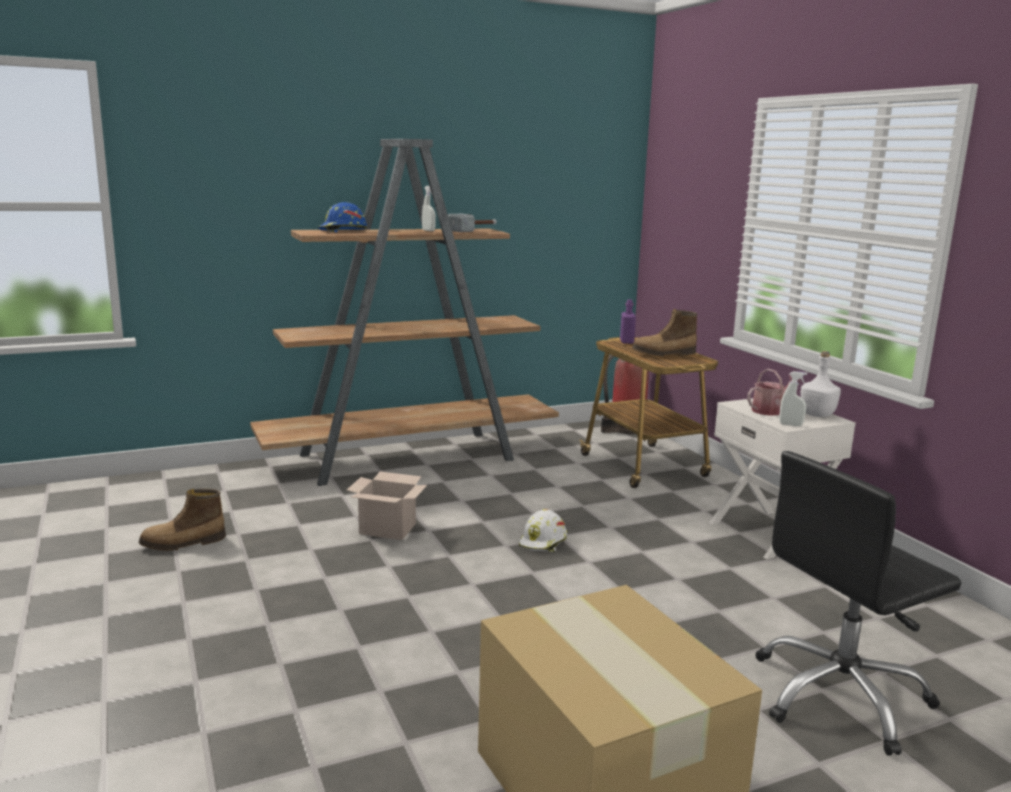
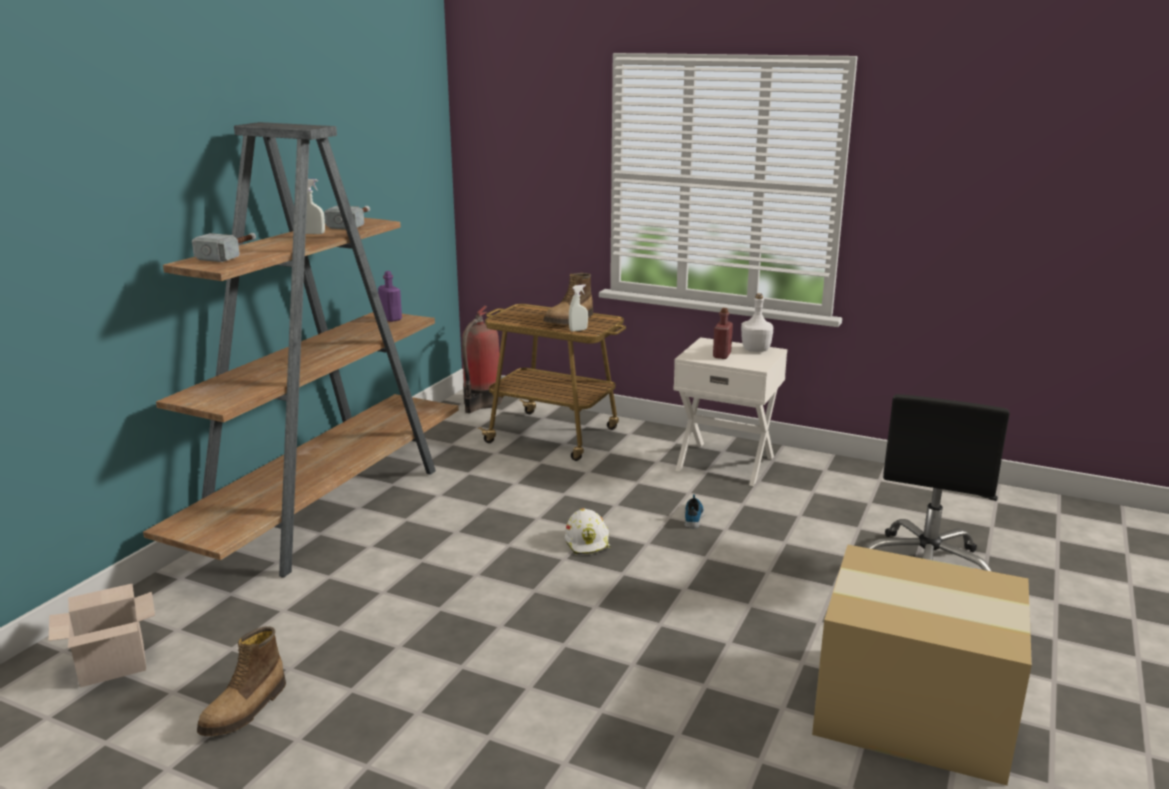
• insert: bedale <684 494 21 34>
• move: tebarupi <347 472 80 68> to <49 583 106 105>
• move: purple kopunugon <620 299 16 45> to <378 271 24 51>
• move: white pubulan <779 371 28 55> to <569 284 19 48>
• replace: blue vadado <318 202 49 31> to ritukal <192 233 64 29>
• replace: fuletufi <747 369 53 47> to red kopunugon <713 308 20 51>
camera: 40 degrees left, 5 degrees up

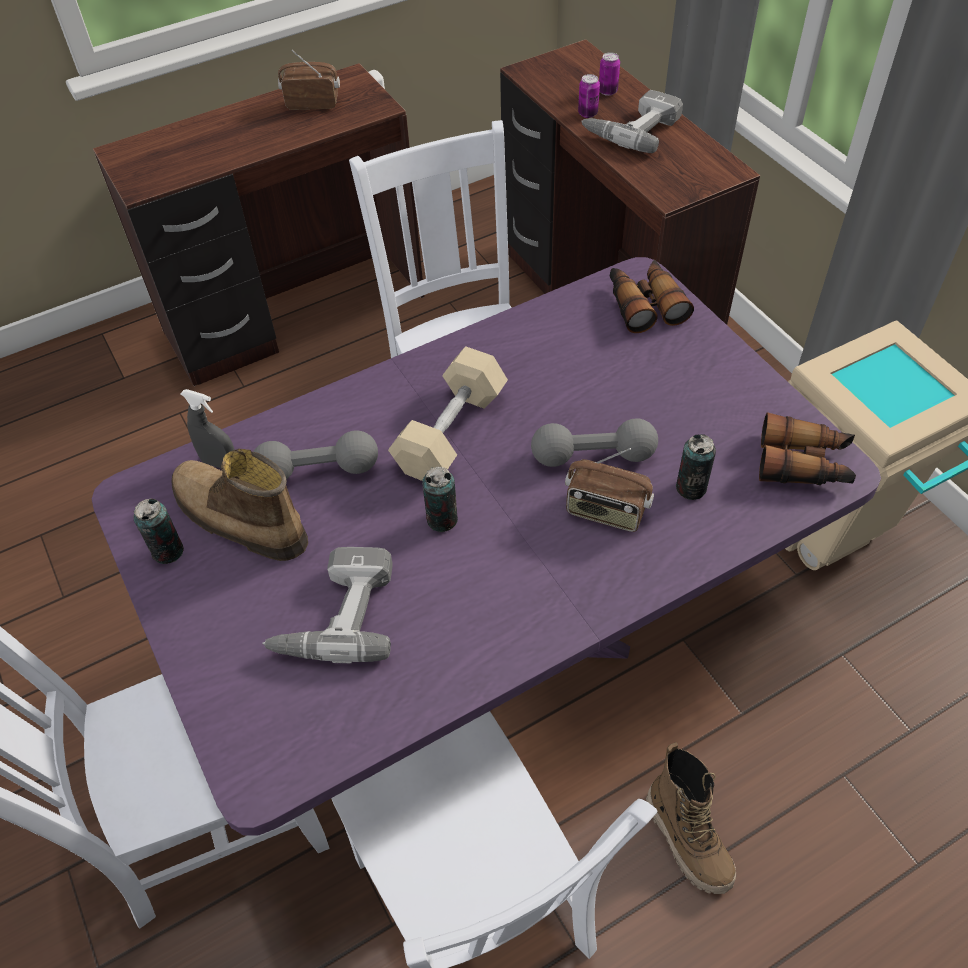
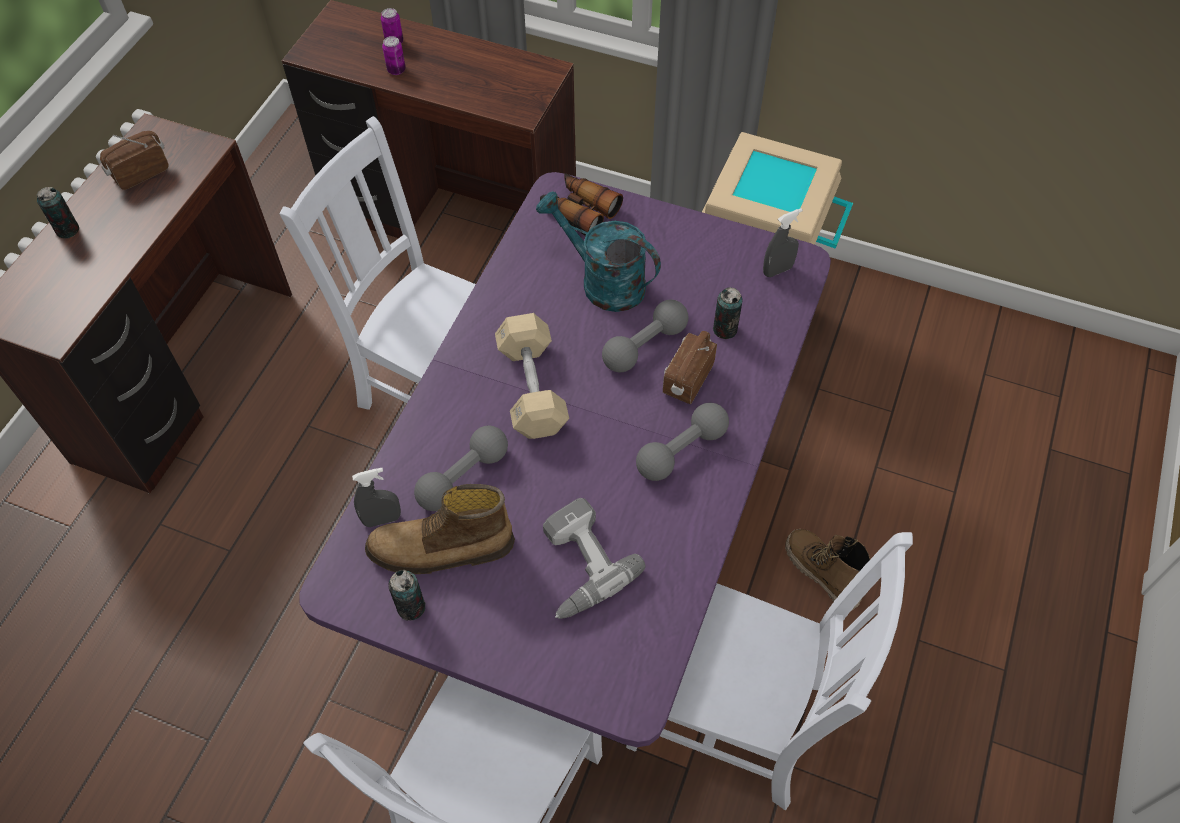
• delete: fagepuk <581 90 102 63>
• insert: turquoise fuletufi <536 191 125 121>
• insert: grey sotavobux <636 403 93 78>
• move: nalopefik <422 467 36 65> to <37 187 42 52>
• replace: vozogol <759 412 97 73> to grey pubulan <763 208 40 69>
• rotate: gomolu <565 448 89 84> = <663 331 54 73> 135 degrees clockwise
• rotate: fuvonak <646 742 90 152> = <785 529 85 82> 150 degrees counterclockwise
camera: 40 degrees left, 5 degrees up

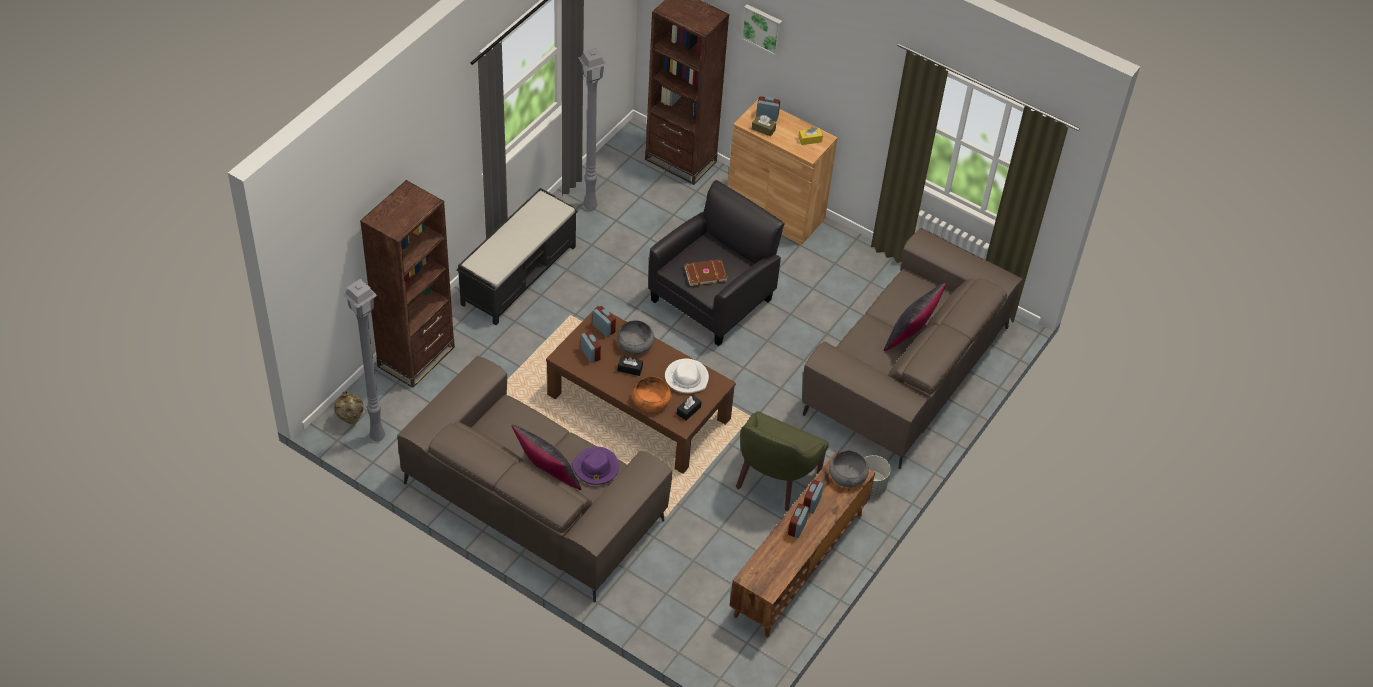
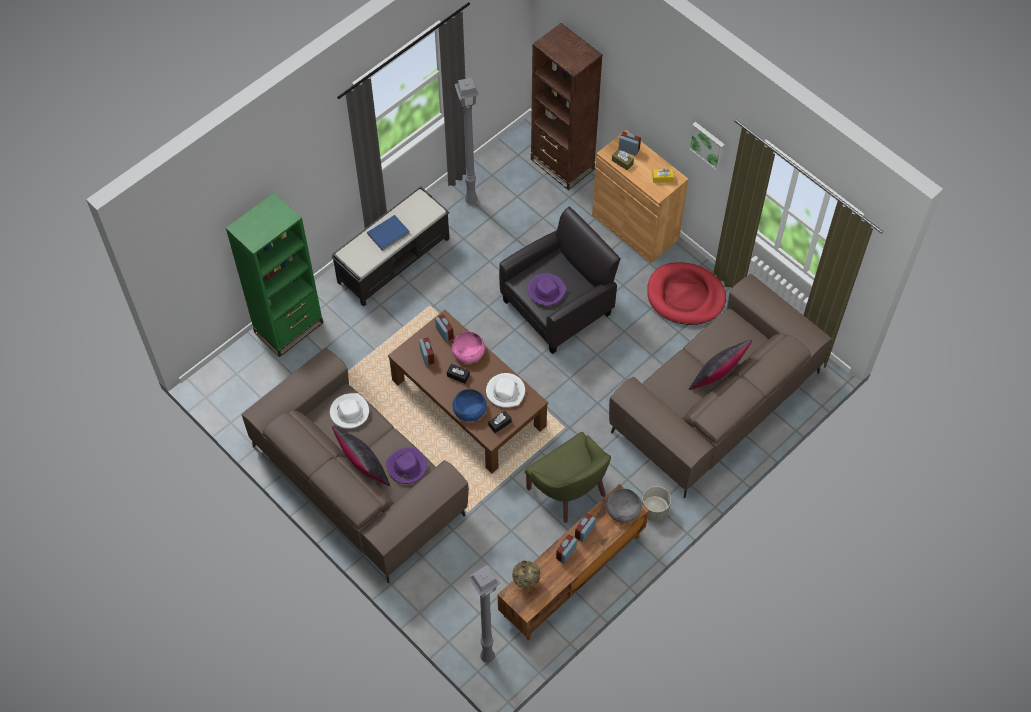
• insert: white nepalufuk <330 393 39 36>
• insert: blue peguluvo <367 215 43 36>
• insert: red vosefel <647 262 79 63>
• move: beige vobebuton <334 391 30 33> to <512 560 28 29>
• move: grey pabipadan <342 279 43 163> to <468 565 33 98>
• move: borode <741 4 41 52> to <688 122 37 49>
• replace: brown peguluvo <684 259 43 27> to purple nepalufuk <528 273 39 33>
• recolor: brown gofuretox <360 180 95 208> to green gofuretox <226 193 97 164>
• recolor: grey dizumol <617 320 37 35> to pink dizumol <452 332 33 31>
• recolor: orange dizumol <633 376 38 36> to blue dizumol <453 389 34 33>
• rotate: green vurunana <736 411 92 100> = <525 432 86 91> 75 degrees counterclockwise
camera: 15 degrees right, 10 degrees up

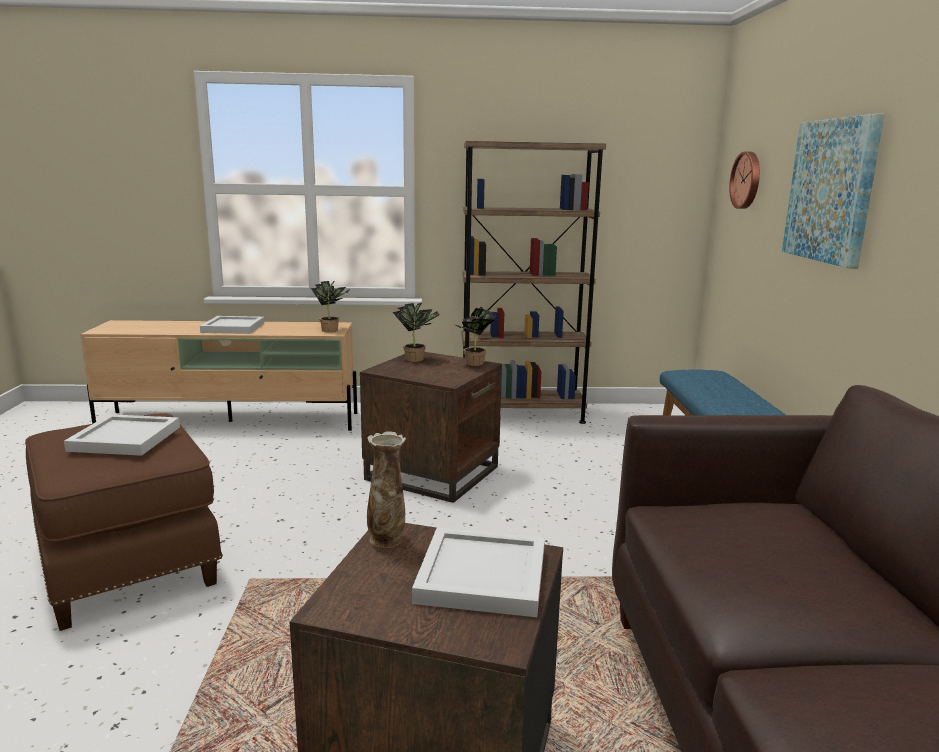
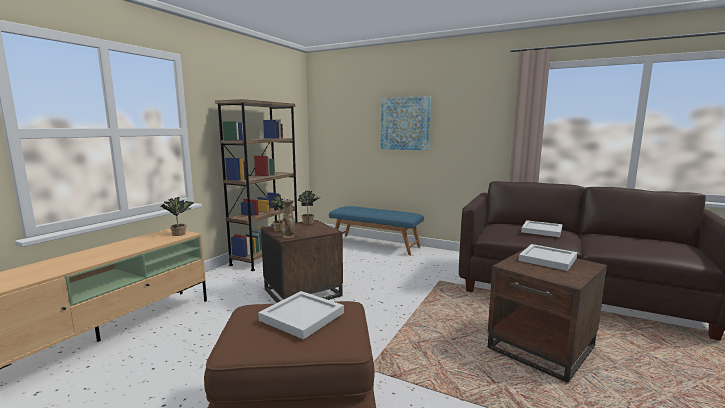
• delete: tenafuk <729 152 31 57>
• move: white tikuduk <200 316 64 18> to <521 220 41 17>
• move: vobebuton <367 431 39 117> to <282 199 13 39>
camera: 60 degrees left, 5 degrees down

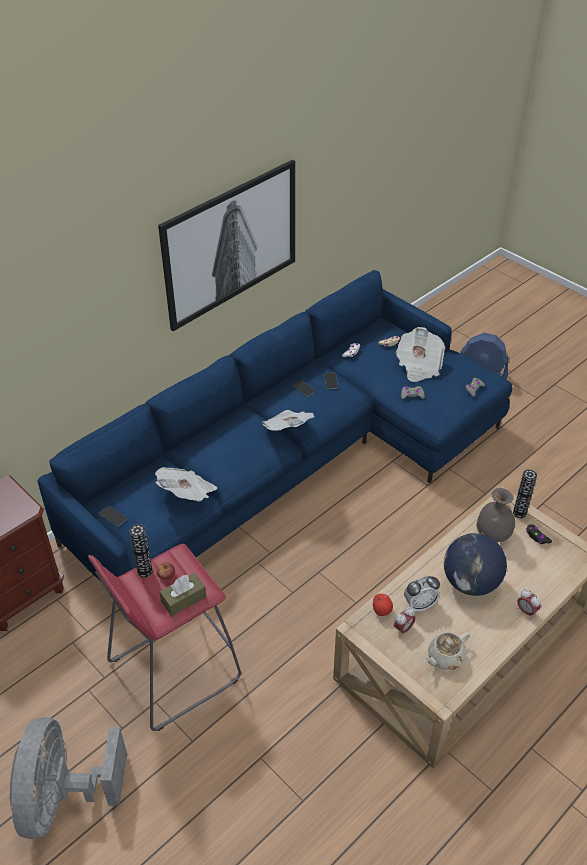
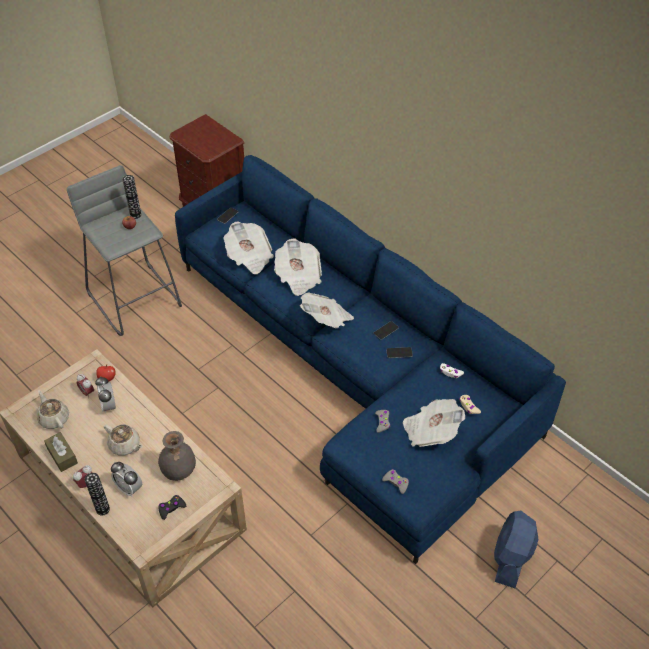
• delete: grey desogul <9 717 118 122>
• delete: borode <158 160 137 171>
• insert: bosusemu <111 462 31 35>
• insert: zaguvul <274 238 48 58>
• move: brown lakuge <159 573 47 43> to <44 432 34 40>
• move: vobebuton <513 469 24 49> to <85 473 25 43>
• replace: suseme <444 533 63 63> to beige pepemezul <104 424 39 32>
• recolor: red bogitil <88 544 153 187> to grey bogitil <67 165 115 171>
camera: 90 degrees right, 5 degrees up

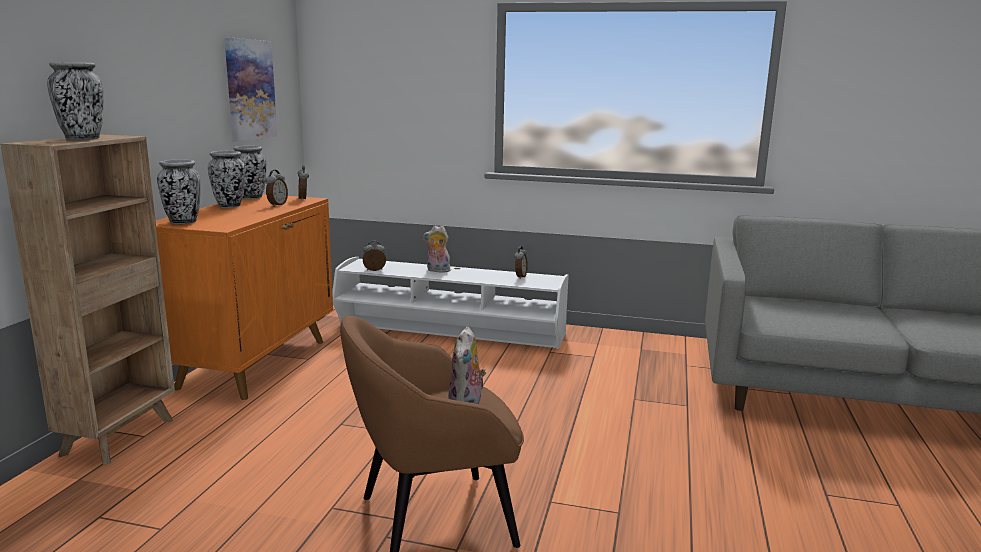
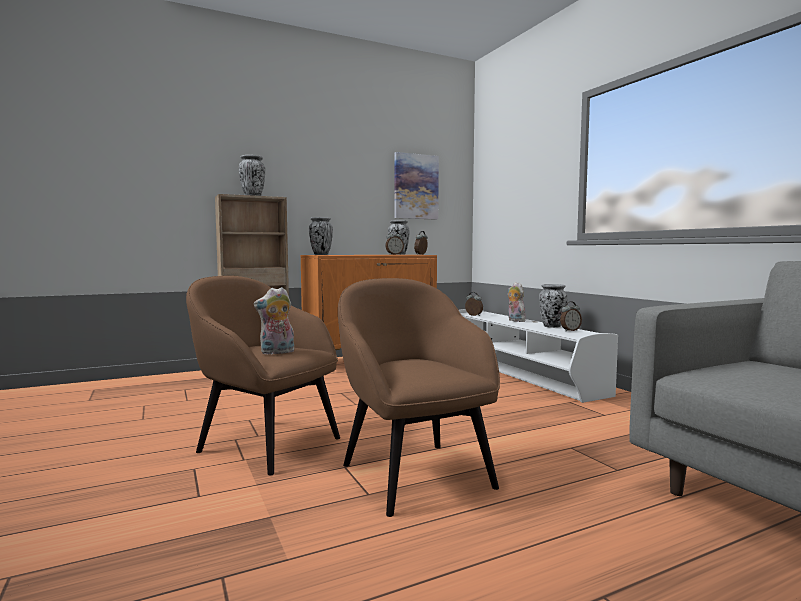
• insert: brown vurunana <338 278 162 239>
• move: vobebuton <208 151 37 57> to <539 284 29 44>
camera: 50 degrees right, 10 degrees down

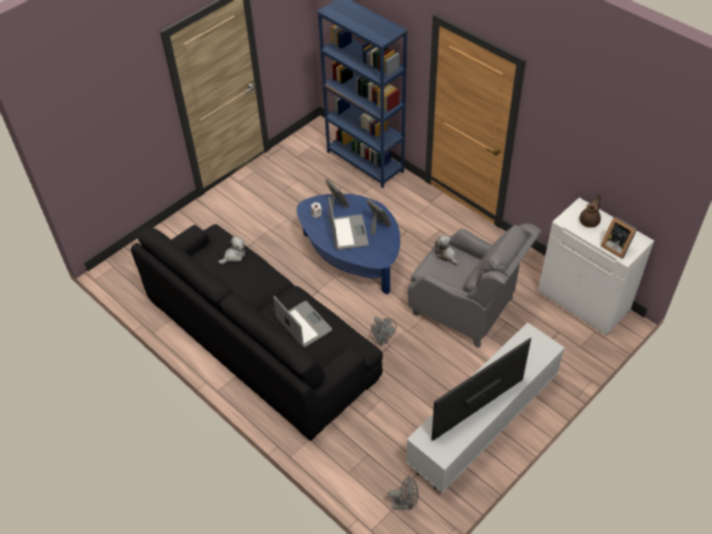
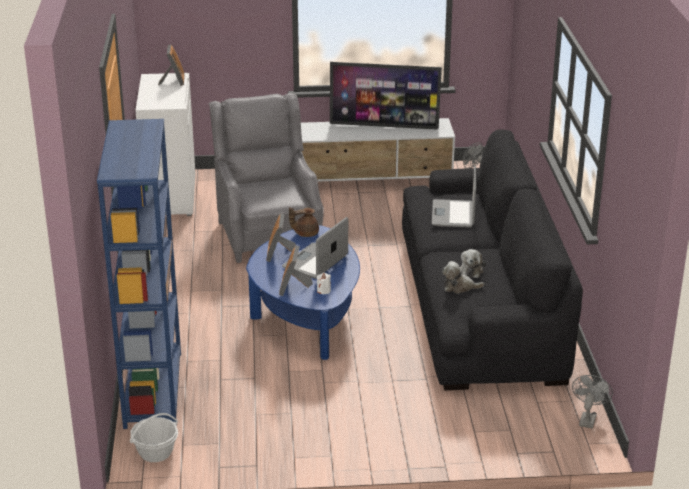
• insert: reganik <130 413 48 49>
• move: grey desogul <370 317 27 29> to <572 375 41 54>
• move: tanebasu <435 235 23 31> to <460 249 26 29>
• move: brown pepemezul <580 193 21 35> to <289 207 30 30>
camera: 140 degrees left, 20 degrees down

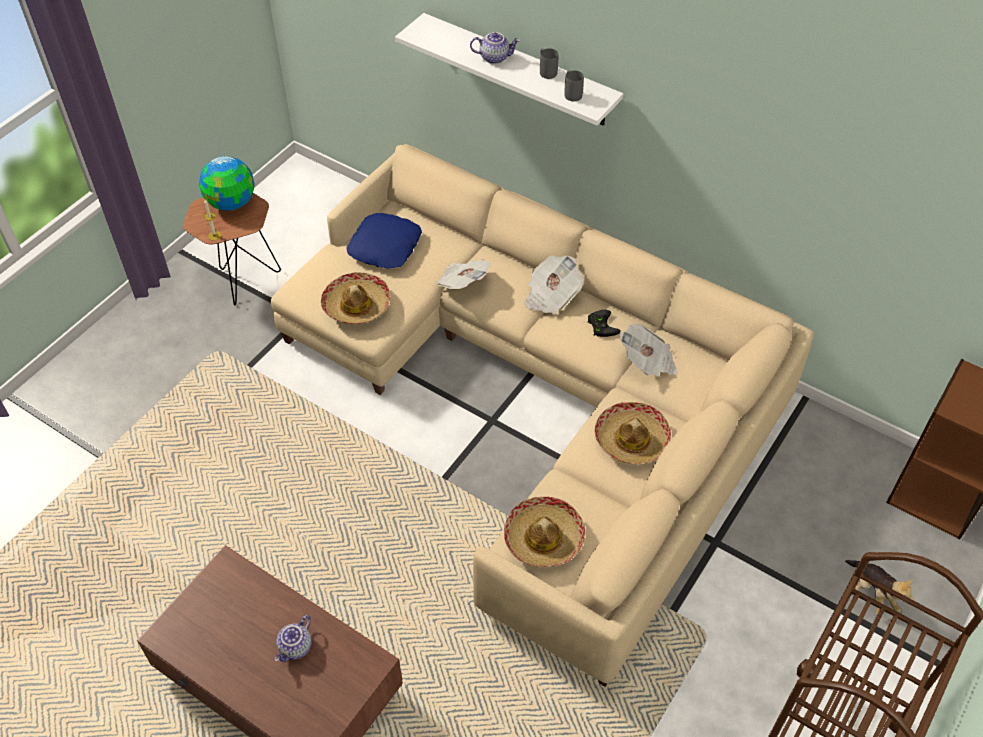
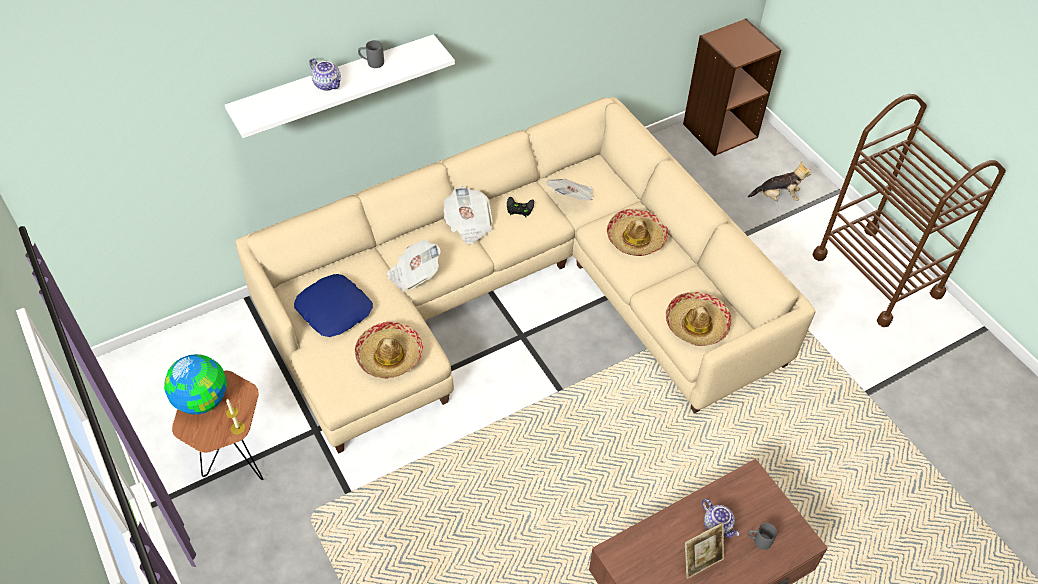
• insert: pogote <685 523 39 56>
• move: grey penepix <564 70 20 31> to <747 523 30 27>
• rotate: pepemezul <470 32 50 32> = <310 58 31 33> 105 degrees clockwise
camera: 65 degrees left, 0 degrees up

